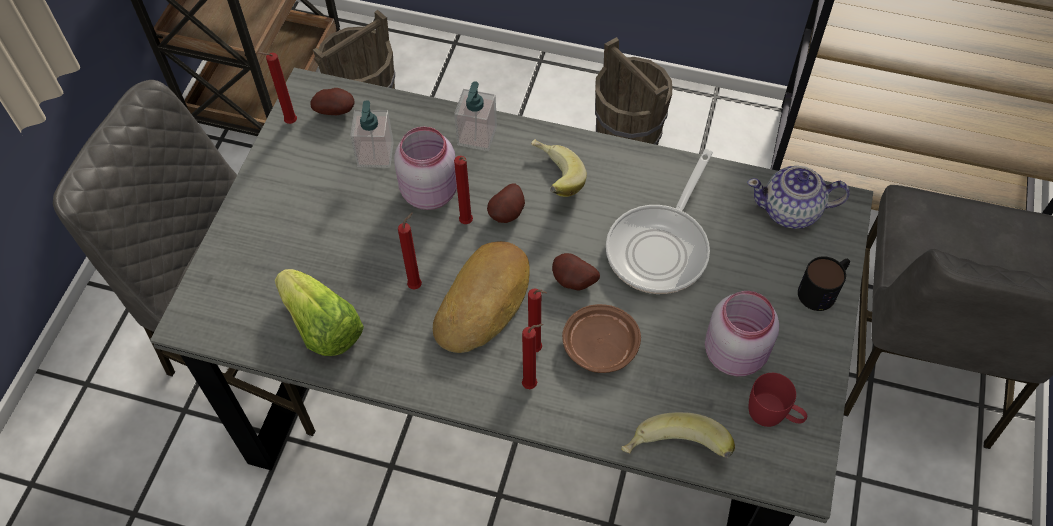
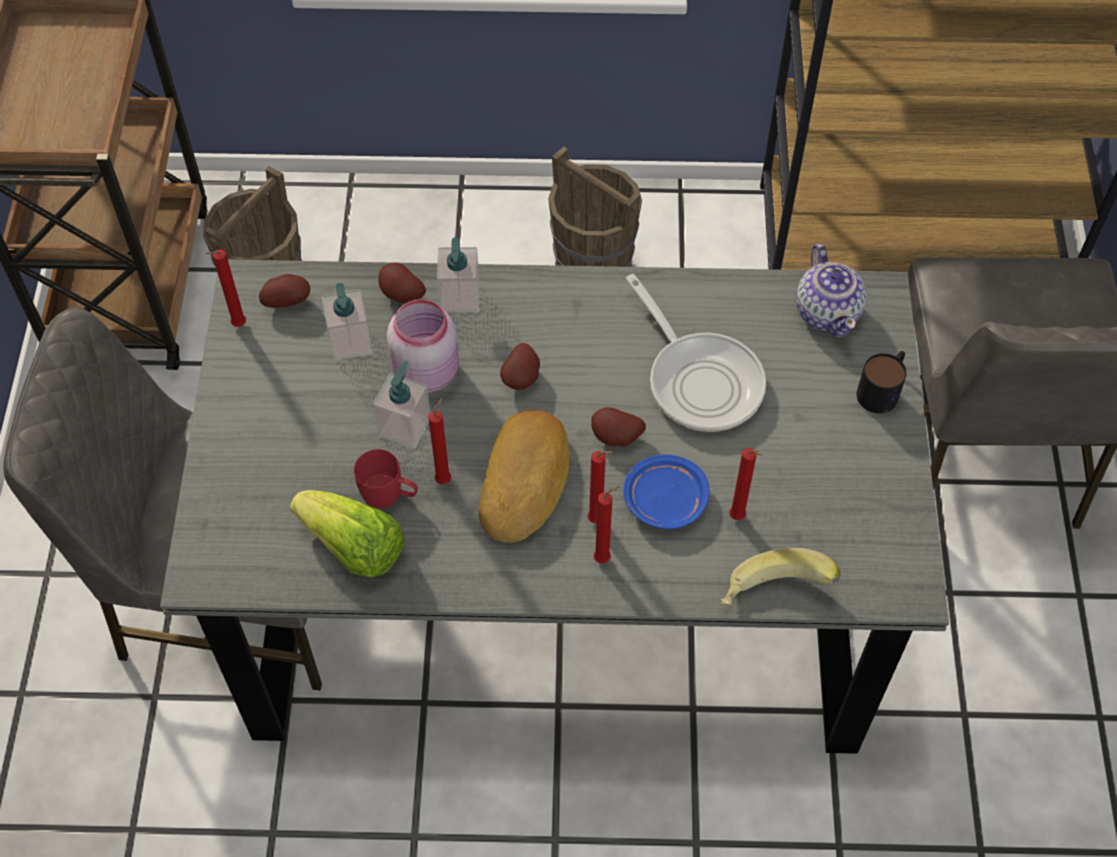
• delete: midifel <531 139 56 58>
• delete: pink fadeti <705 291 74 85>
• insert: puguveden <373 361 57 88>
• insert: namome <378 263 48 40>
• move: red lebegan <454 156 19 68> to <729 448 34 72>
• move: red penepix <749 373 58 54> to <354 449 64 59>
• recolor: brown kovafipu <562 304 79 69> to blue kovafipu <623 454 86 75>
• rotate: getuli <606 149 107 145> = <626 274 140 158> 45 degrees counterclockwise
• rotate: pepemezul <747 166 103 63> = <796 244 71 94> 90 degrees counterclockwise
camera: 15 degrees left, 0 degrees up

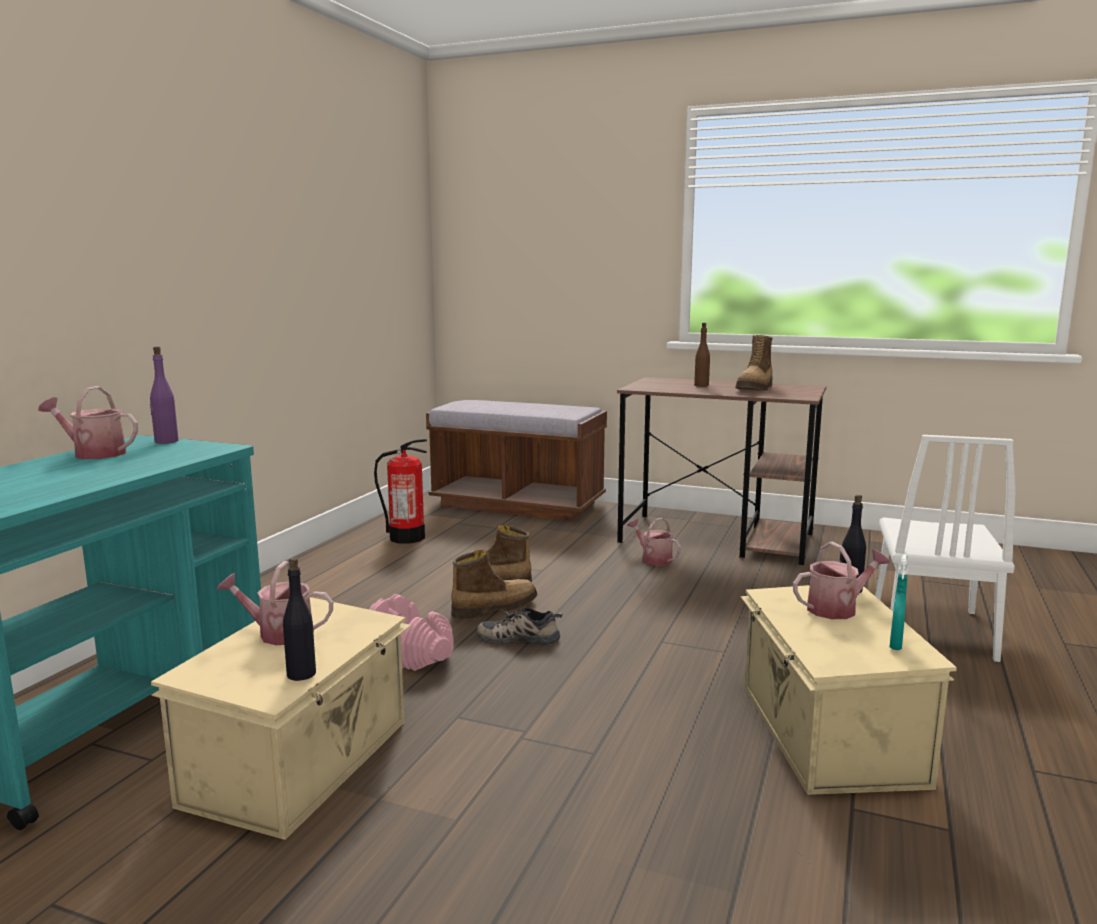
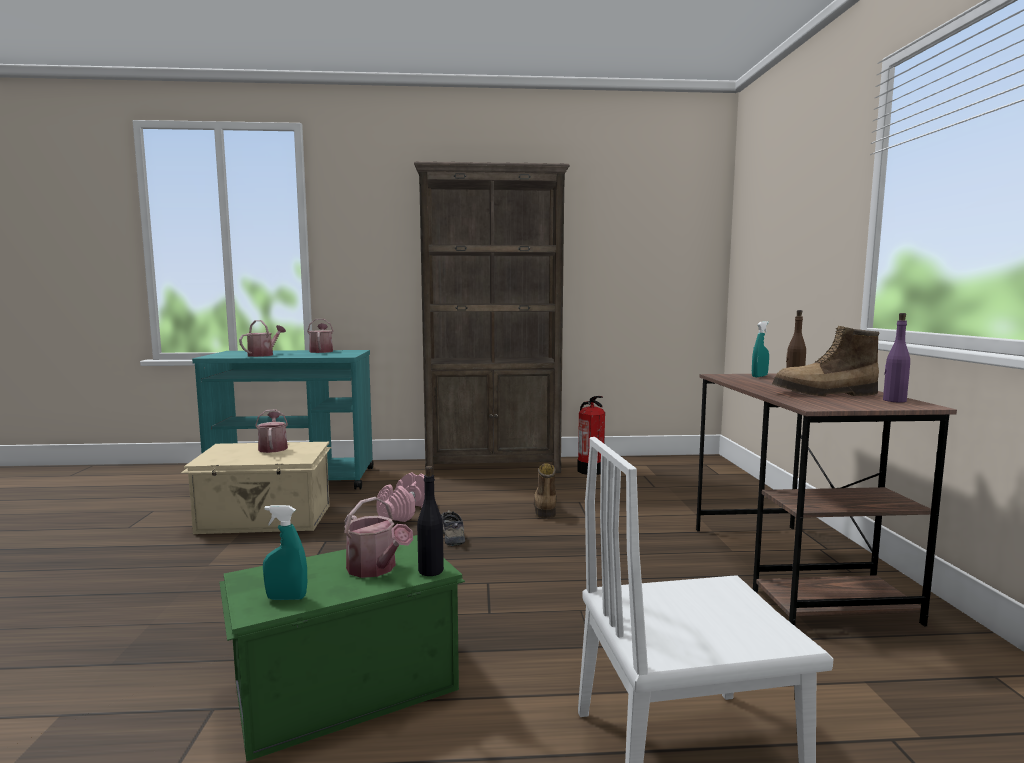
• delete: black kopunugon <283 558 33 123>
• delete: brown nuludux <426 400 181 121>
• delete: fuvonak <451 550 86 69>
• insert: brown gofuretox <414 161 156 314>
• insert: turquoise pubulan <752 321 17 56>
• move: purple kopunugon <150 346 29 98> to <883 313 27 89>
• move: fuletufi <627 518 54 48> to <239 320 47 37>
• recolor: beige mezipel <741 585 216 210> to green mezipel <219 535 246 227>
camera: 65 degrees right, 5 degrees down

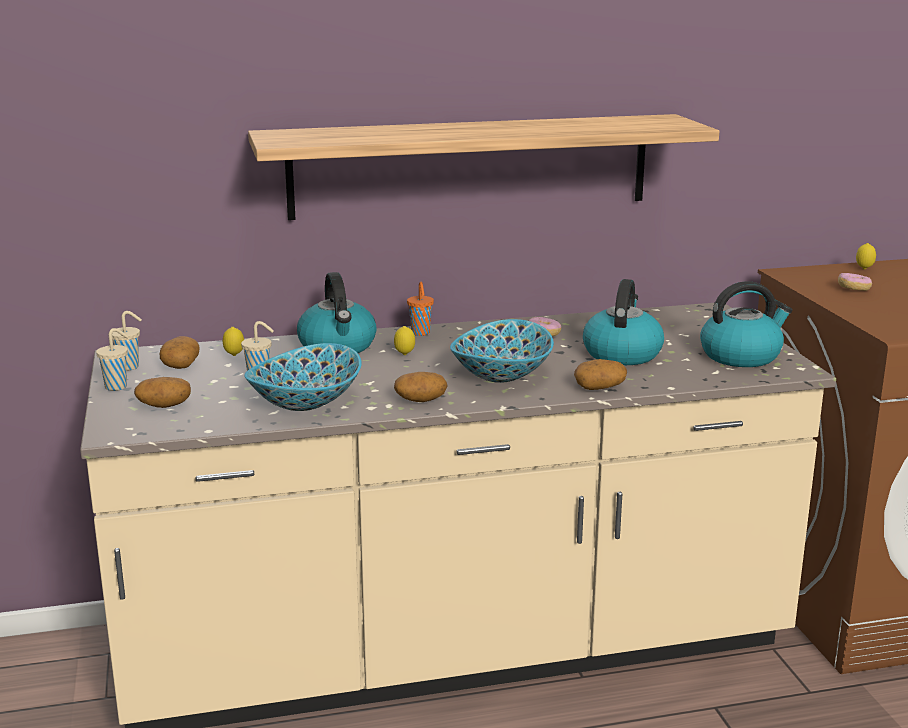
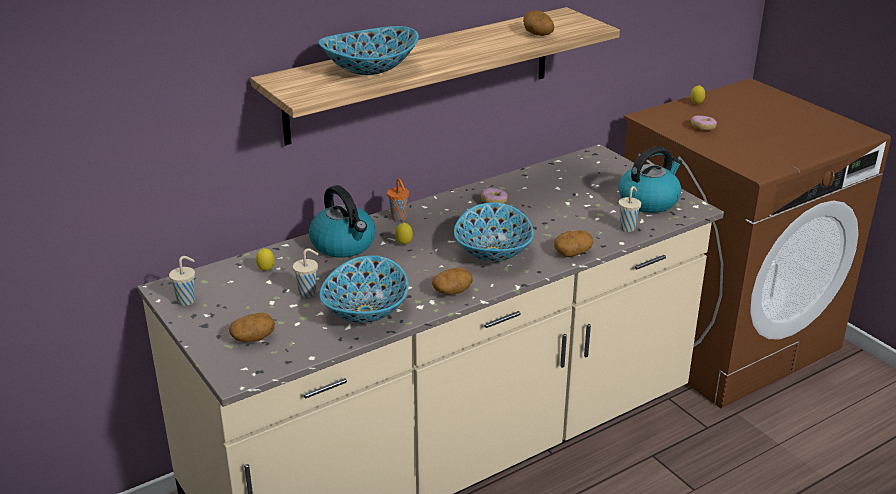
• delete: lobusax <583 279 81 86>
• insert: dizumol <318 26 101 49>
• move: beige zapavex <96 328 33 63> to <618 186 23 46>
• move: namome <160 336 39 33> to <523 11 31 25>
camera: 20 degrees left, 10 degrees up

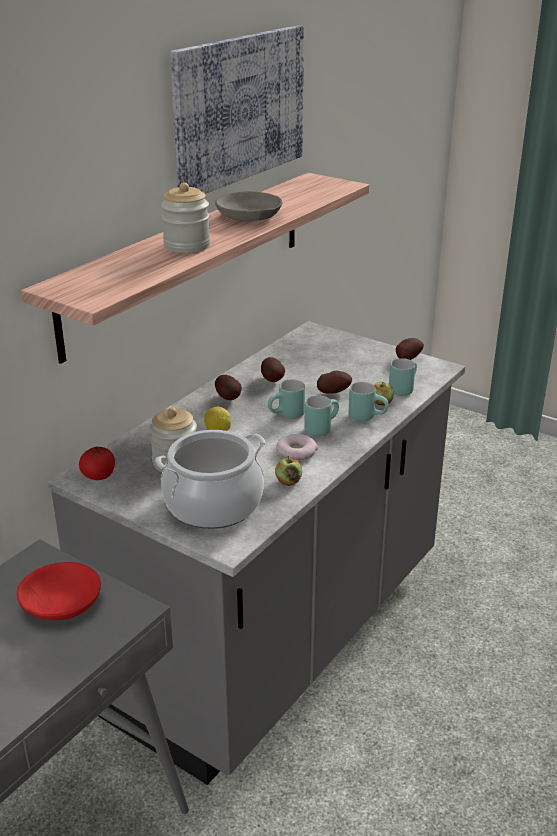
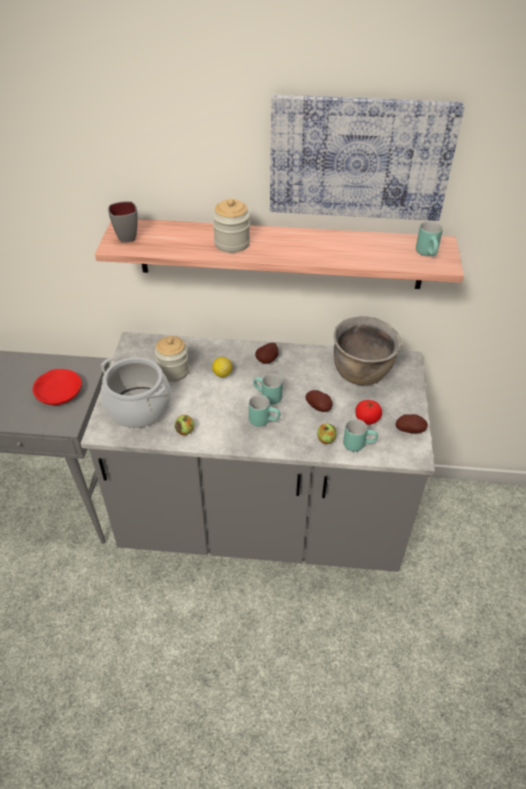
• delete: grey dizumol <215 191 68 30>
• delete: namome <261 357 24 25>
• delete: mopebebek <276 434 42 26>
• insert: grey penepix <108 201 30 42>
• insert: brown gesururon <334 316 67 70>
• move: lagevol <79 446 36 34> to <355 400 27 25>
• move: turquoise penepix <349 382 39 39> to <416 221 27 35>
camera: 60 degrees right, 15 degrees up

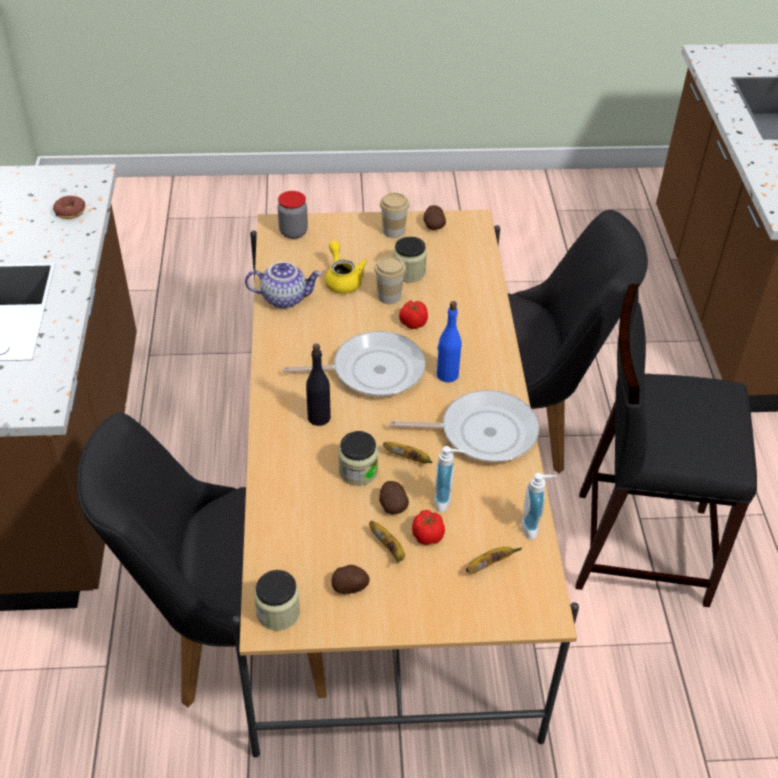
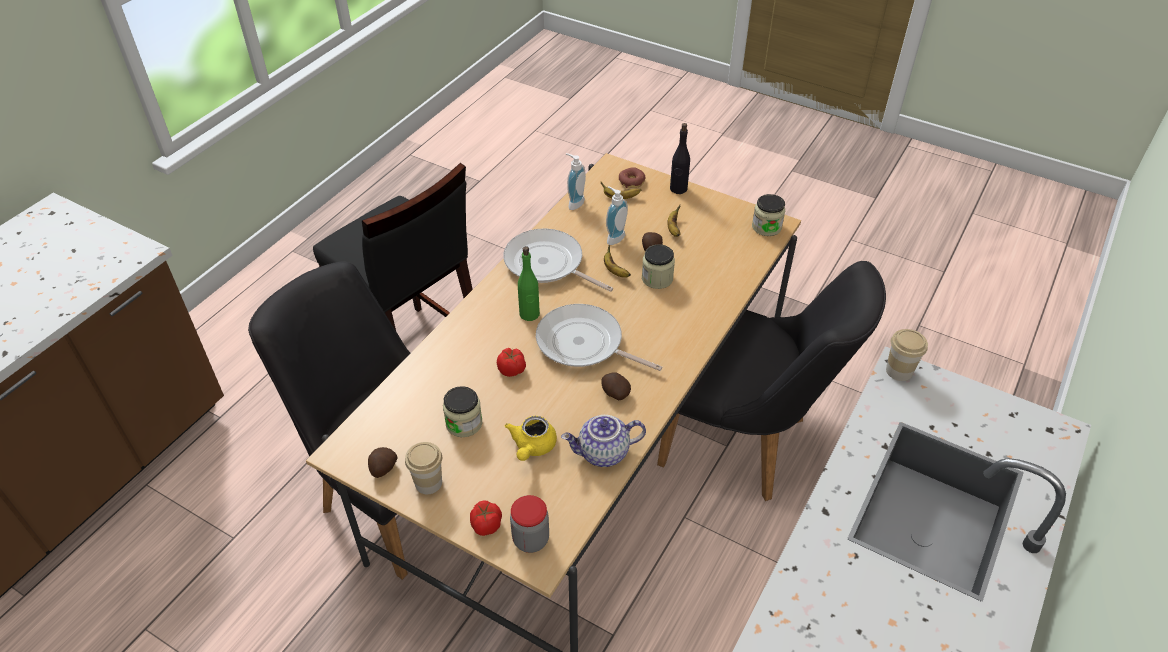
• move: mopebebek <53 196 32 23> to <619 167 26 21>
• move: black kopunugon <306 343 25 83> to <670 123 20 71>
• move: namome <331 565 39 29> to <601 372 30 28>
• move: zapavex <374 256 32 48> to <886 329 42 52>
• move: lagevol <412 510 33 35> to <470 501 32 35>
• recolor: blue kopunugon <437 301 25 81> to green kopunugon <518 246 22 75>
• rotate: pepemezul <245 262 77 47> = <561 415 85 52> 45 degrees counterclockwise
camera: 145 degrees left, 0 degrees up

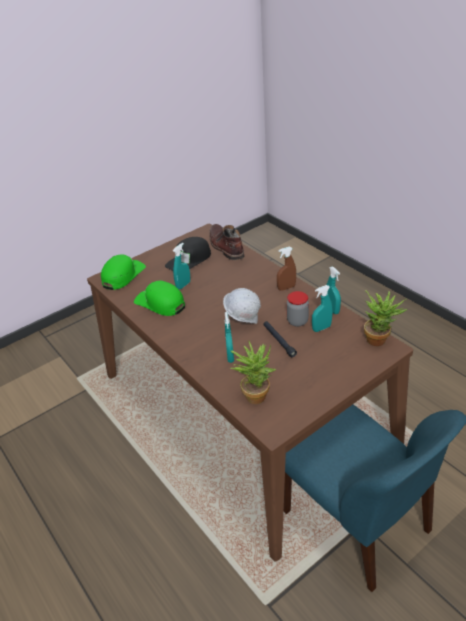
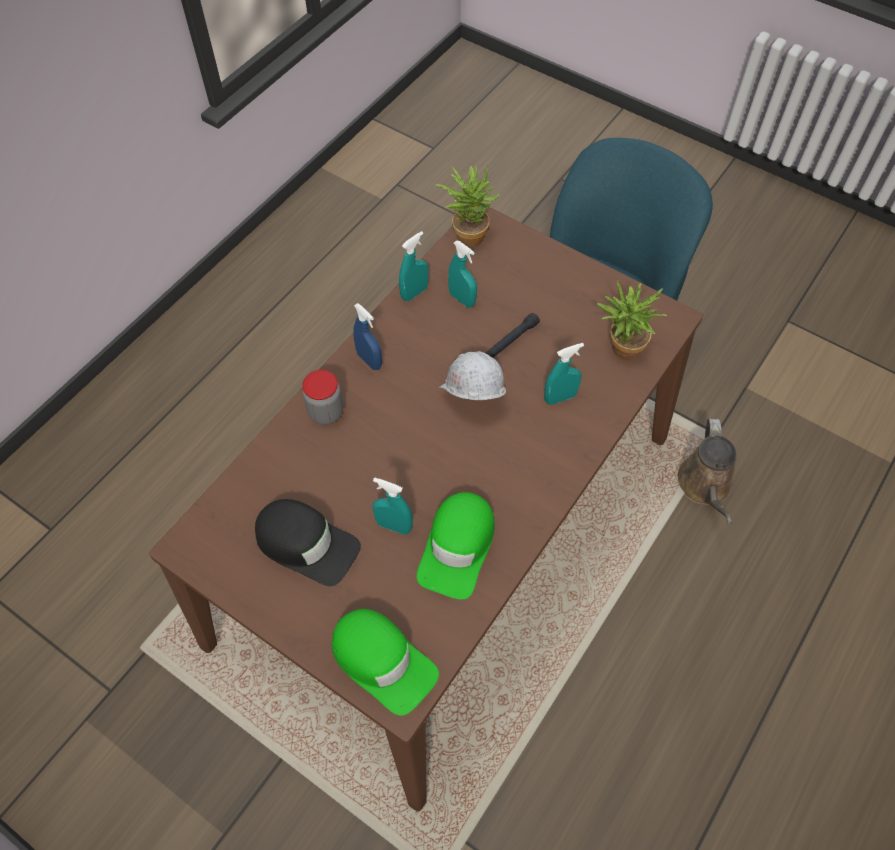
• delete: brown fuvonak <209 224 35 36>
• insert: brown fuletufi <678 418 59 106>
• move: fadeti <287 291 22 36> to <302 370 41 55>
• recolor: brown pubulan <277 247 19 44> to blue pubulan <353 303 29 67>
• rotate: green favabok <101 255 45 35> = <332 609 107 107> 150 degrees counterclockwise
camera: 110 degrees left, 20 degrees up

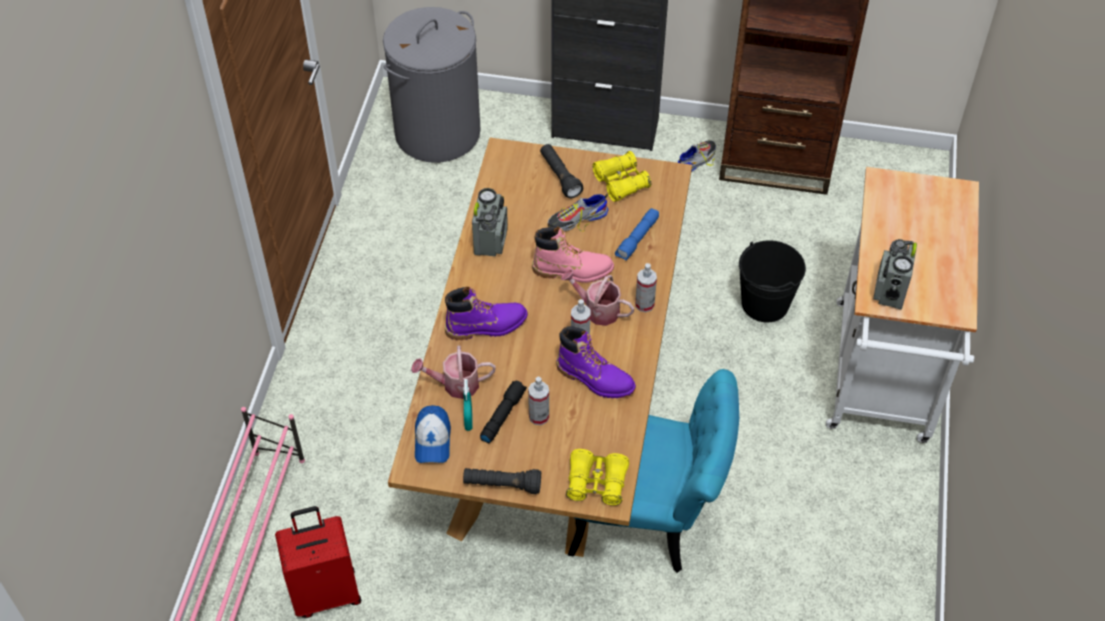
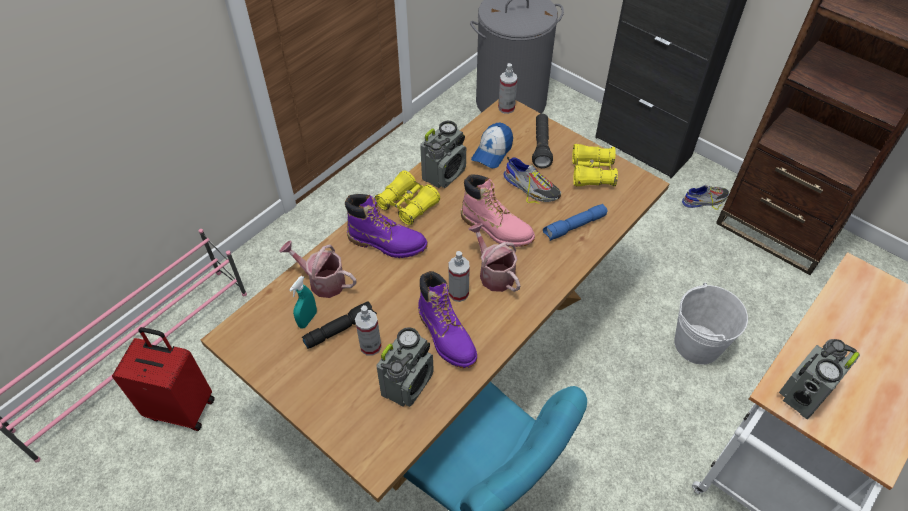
• delete: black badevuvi <463 468 78 26>
• insert: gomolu <376 327 58 80>
• move: favabok <415 405 36 58> to <471 122 42 46>
• move: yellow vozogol <566 449 63 57> to <374 170 66 55>
• move: pubulan <635 263 22 49> to <498 63 19 51>
• recolor: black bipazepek <739 240 67 83> to white bipazepek <674 283 74 82>
• rotate: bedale <548 194 61 37> = <503 157 58 47> 150 degrees counterclockwise
camera: 30 degrees right, 0 degrees up

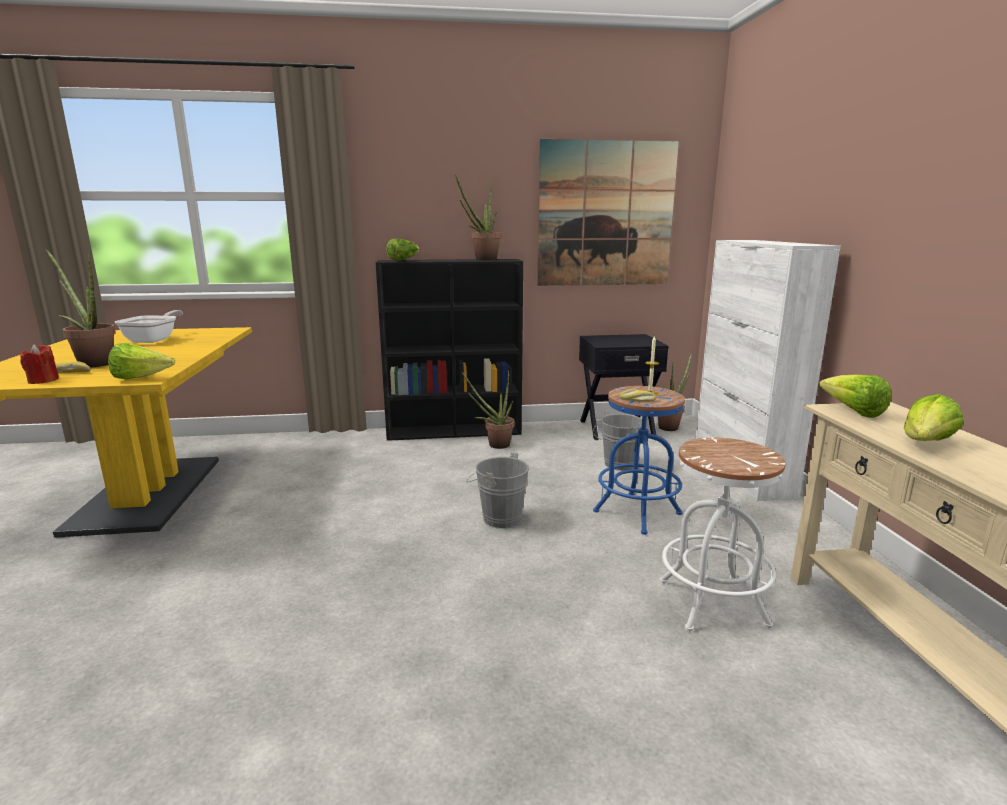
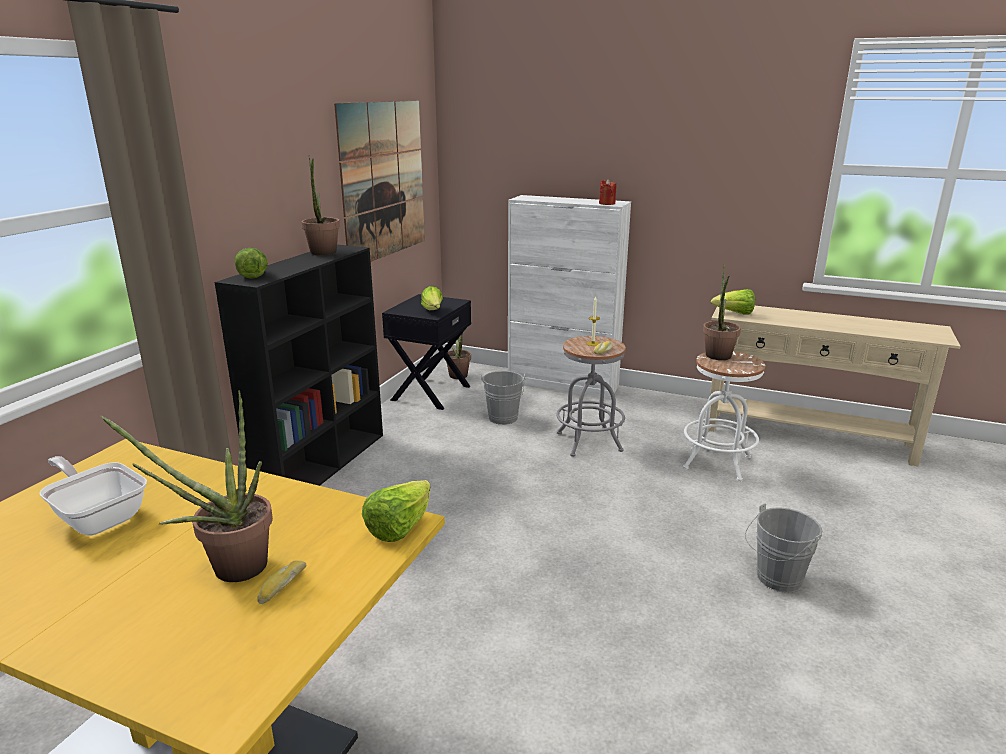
• move: red lebegan <20 344 39 40> to <599 179 17 26>
• move: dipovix <462 370 53 79> to <703 264 38 96>
• move: grey bipazepek <466 452 63 77> to <745 503 77 90>
• move: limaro <904 394 59 47> to <421 286 22 24>
• recolor: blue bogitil <593 386 92 149> to grey bogitil <556 336 70 121>
camera: 60 degrees left, 5 degrees up

